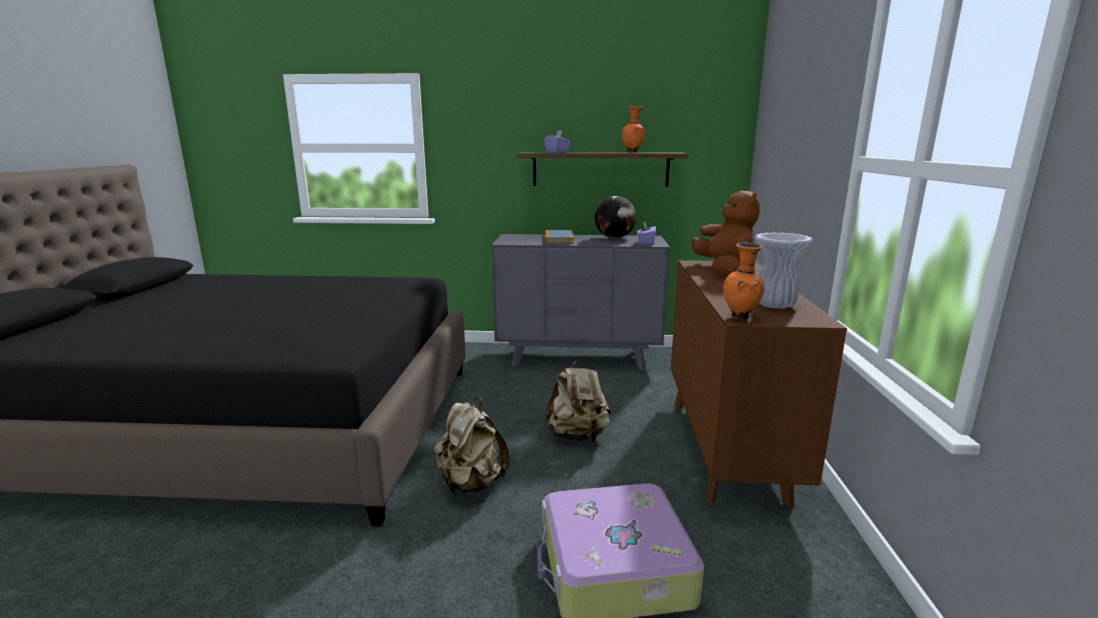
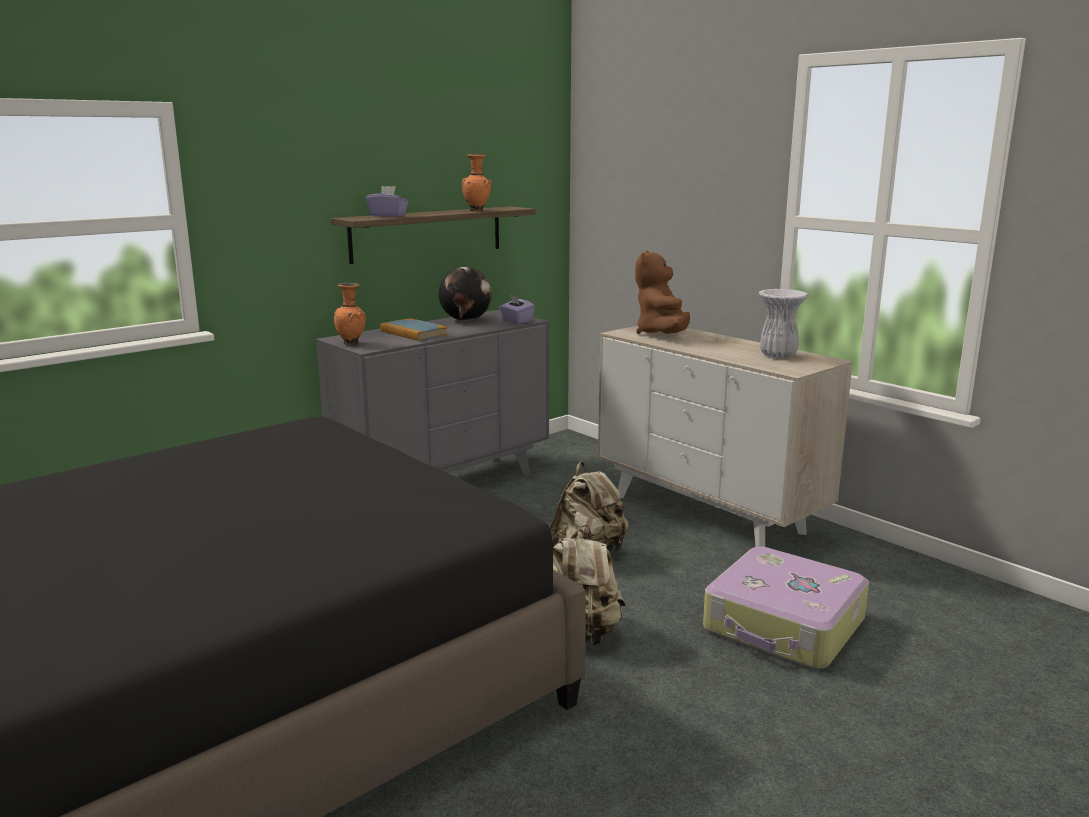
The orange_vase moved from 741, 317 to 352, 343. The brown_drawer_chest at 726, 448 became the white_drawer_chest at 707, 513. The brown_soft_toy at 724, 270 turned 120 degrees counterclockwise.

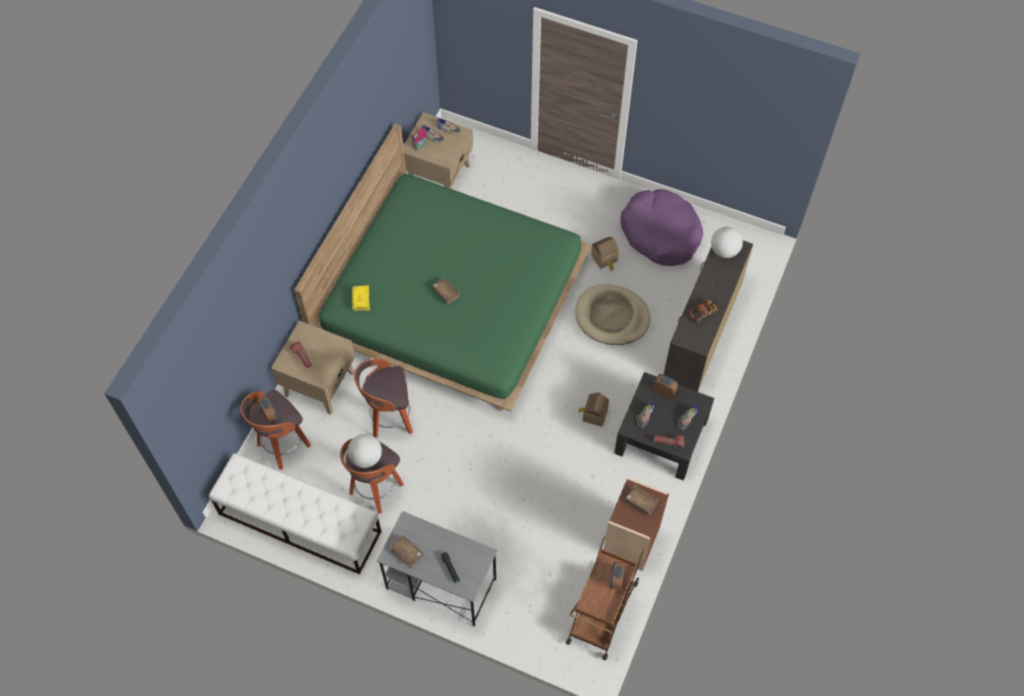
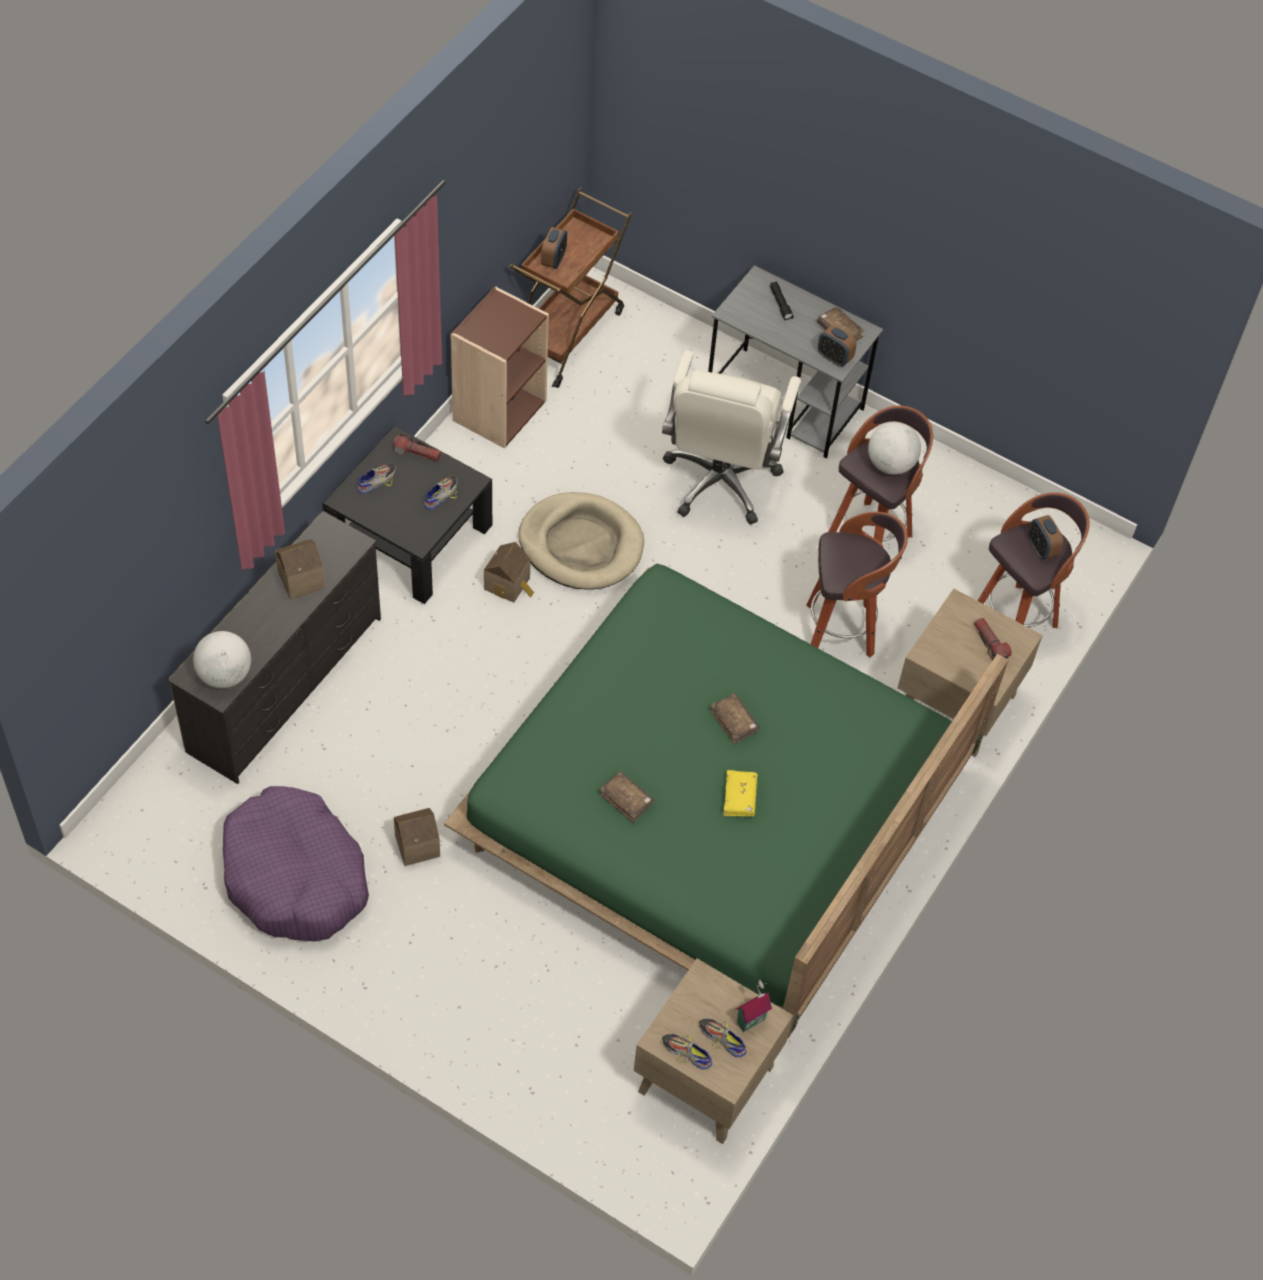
The white_indoor_bench at 299, 523 disappeared. The white_computer_chair at 720, 483 appeared. The yellowish_book moved from 361, 300 to 739, 797. The beige-coloured_pet_bed moved from 612, 317 to 581, 545. The brown_book moved from 641, 502 to 626, 800. The alarm_clock moved from 664, 391 to 834, 358. The model_truck at 705, 312 was replaced by the model_house at 300, 578.

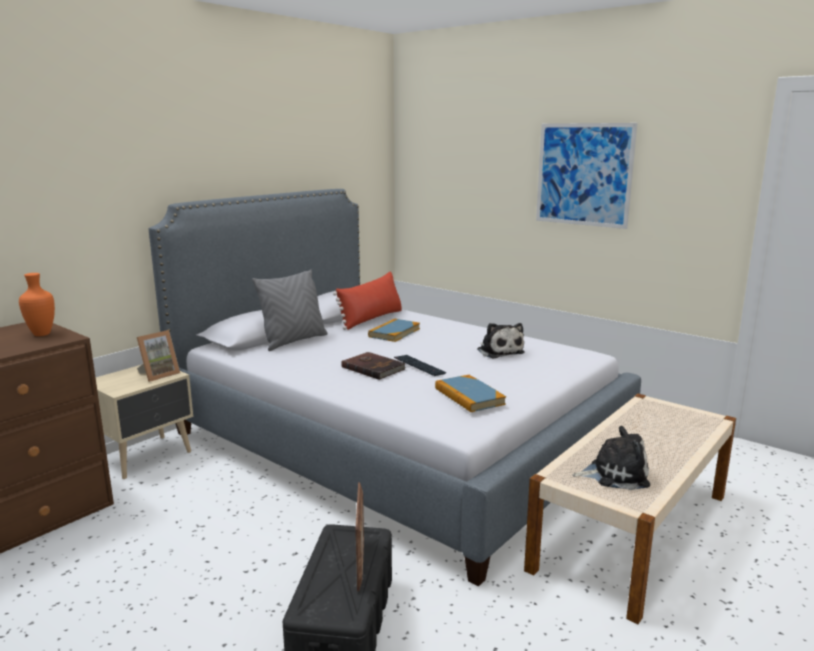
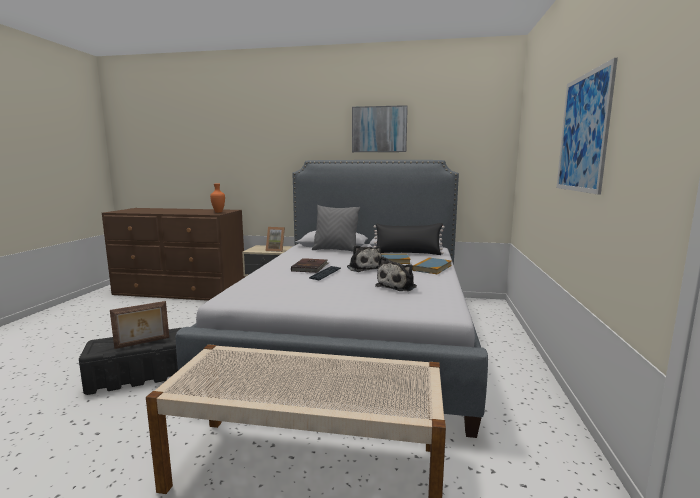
The picture at 379, 129 appeared. The book moved from 469, 396 to 432, 268. The soft_toy moved from 614, 474 to 363, 268. The red_pillow at 371, 319 became the black_pillow at 407, 253.

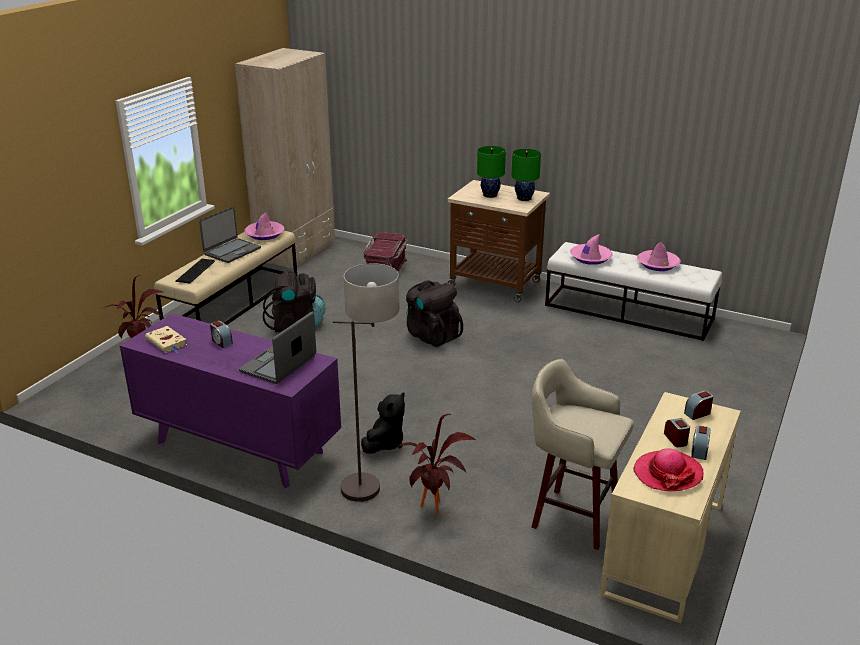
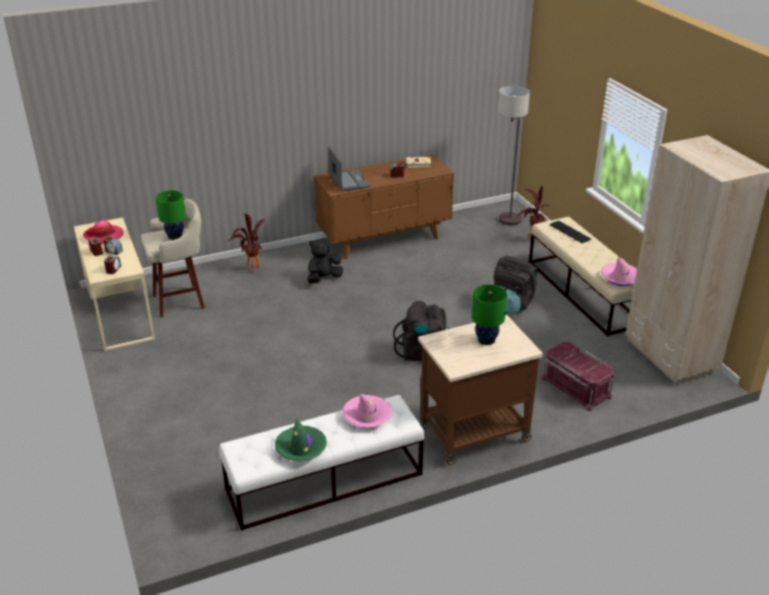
The laptop at 232, 251 disappeared. The grey_standard_lamp moved from 372, 489 to 505, 222. The greenish_table_lamp moved from 524, 198 to 175, 236. The purple-coloured_drawer_chest at 238, 448 became the brown_drawer_chest at 384, 238. The pink_wearable_hat at 658, 264 became the greenish_wearable_hat at 301, 448. The black_soft_toy at 385, 443 turned 75 degrees clockwise.

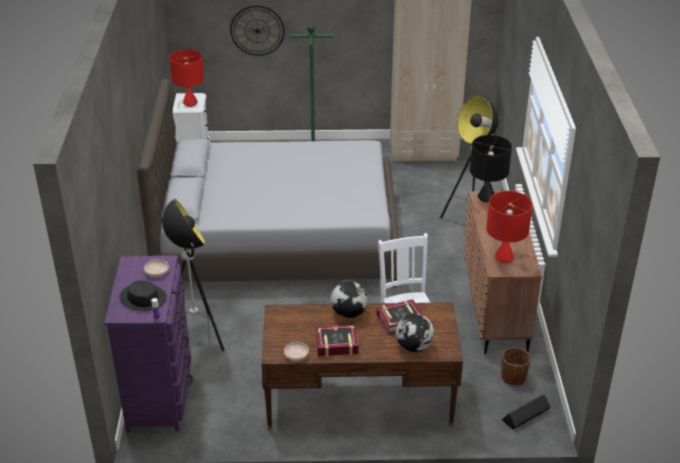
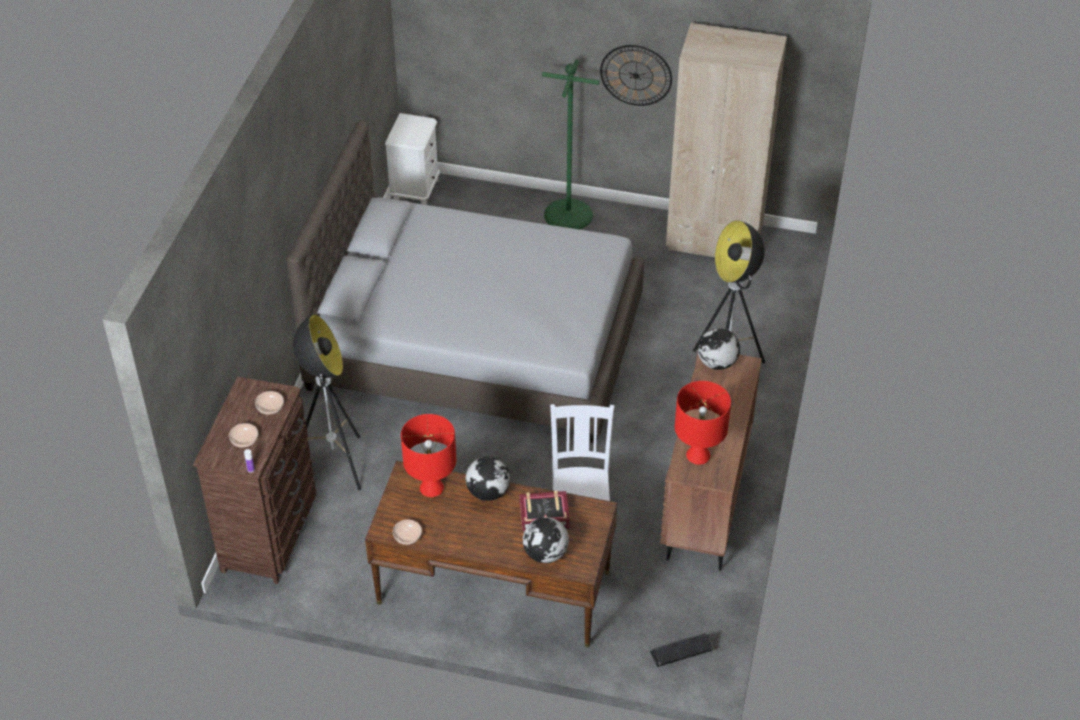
The book at 336, 344 disappeared. The brown_flower_pot at 513, 377 disappeared. The red_table_lamp moved from 190, 103 to 431, 489. The clock_on_the_wall moved from 257, 30 to 636, 75. The black_wearable_hat at 143, 298 was replaced by the bowl at 244, 439. The black_table_lamp at 486, 198 was replaced by the desk_globe at 716, 363. The purple-coloured_drawer_chest at 160, 396 became the brown_drawer_chest at 270, 535.

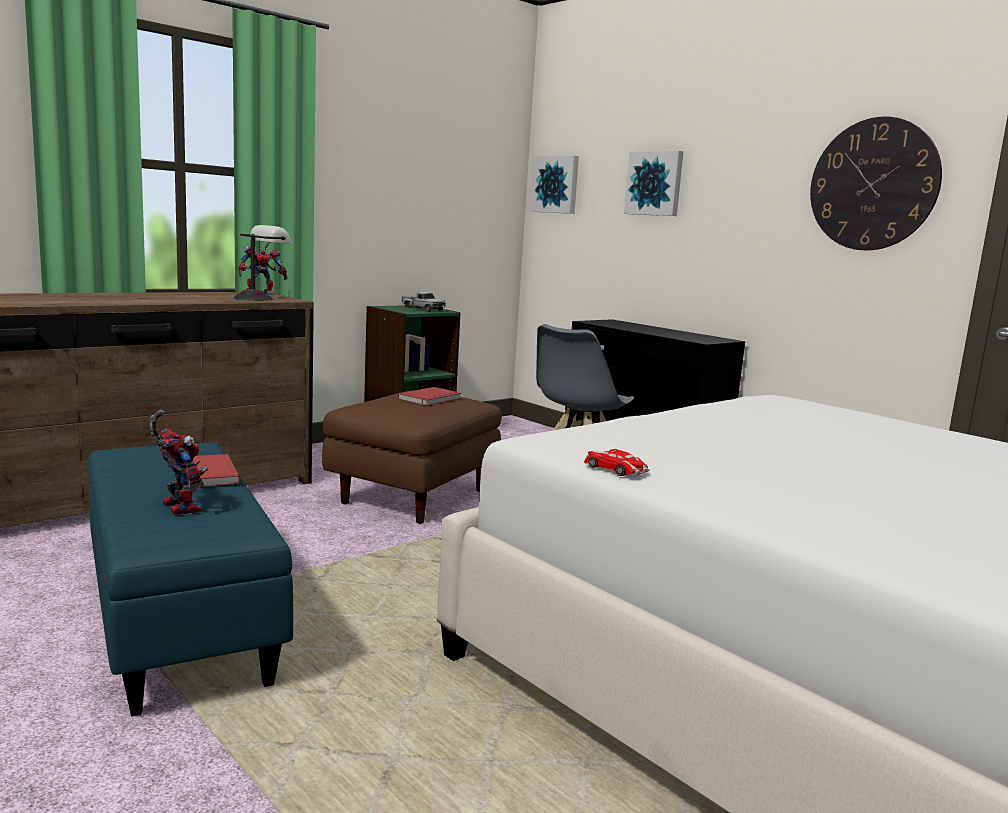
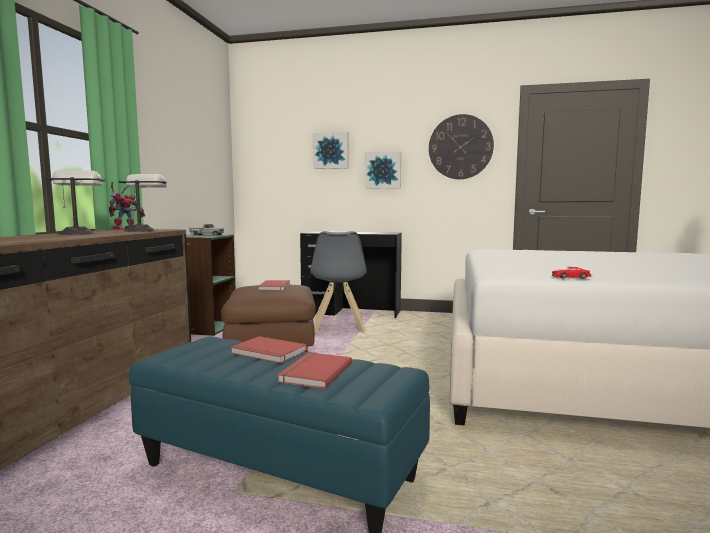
The table_lamp at 77, 233 appeared. The picture moved from 556, 184 to 383, 170. The toy_robot at 176, 507 was replaced by the red_book at 314, 372.

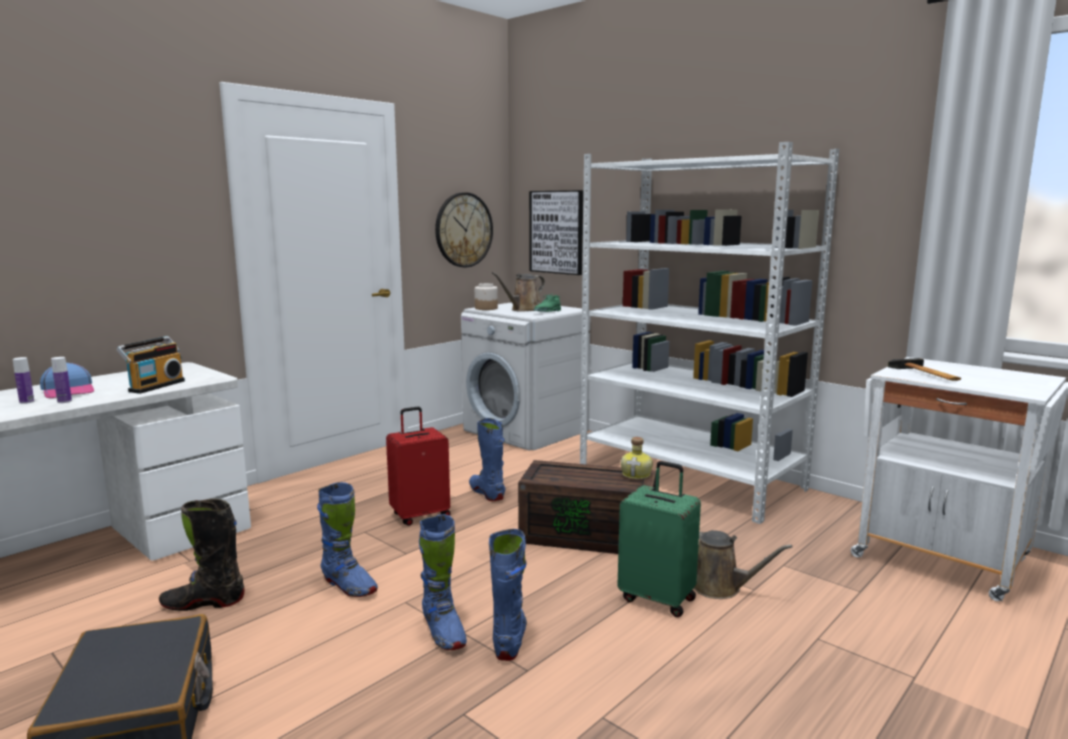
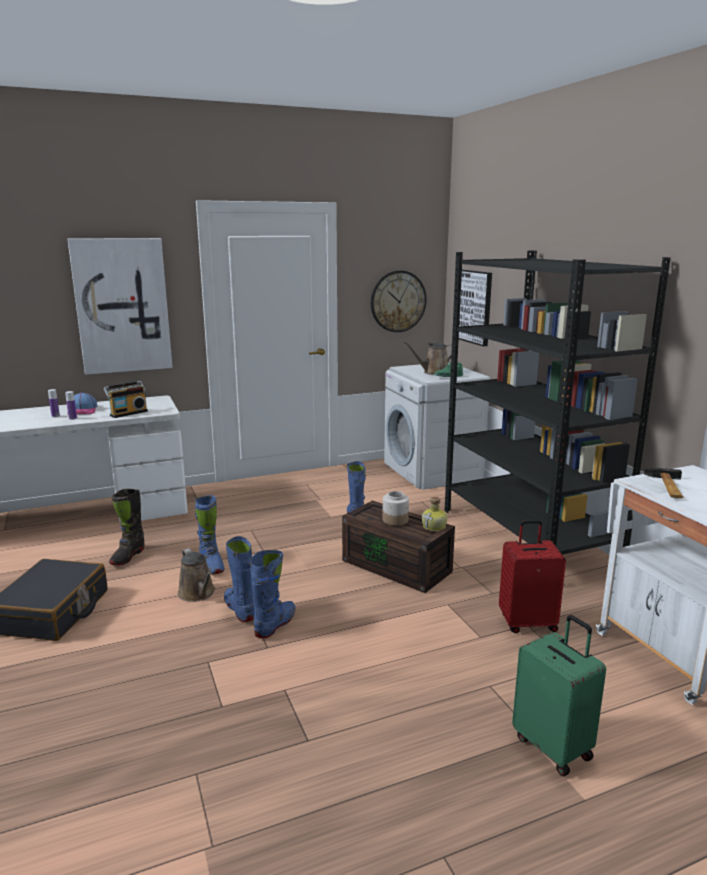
The picture at 122, 306 appeared. The red_travel_case moved from 420, 515 to 527, 622. The preserve_jar moved from 486, 308 to 395, 520. The greenish_travel_case moved from 658, 598 to 553, 746. The brown_watering_pot moved from 720, 587 to 198, 593. The white_bookshelf at 689, 478 became the black_bookshelf at 527, 537. The black_high-top_boot at 203, 603 turned 90 degrees counterclockwise. The blue-coloured_high-top_boot at 443, 632 turned 150 degrees clockwise.

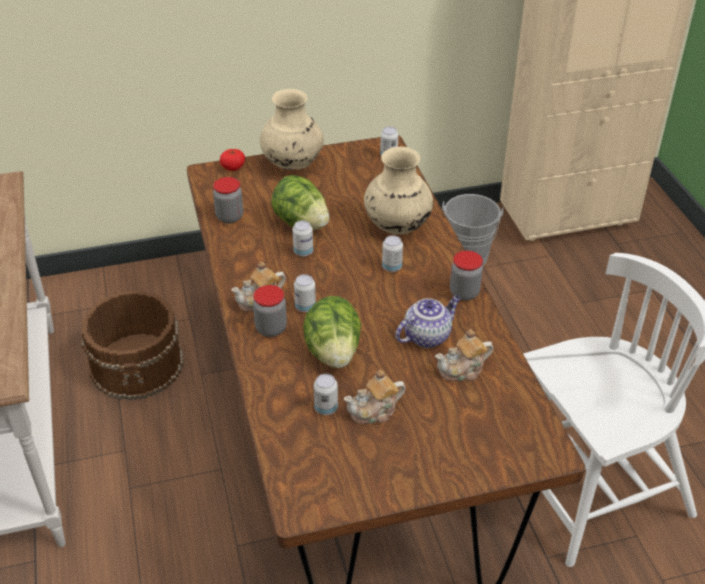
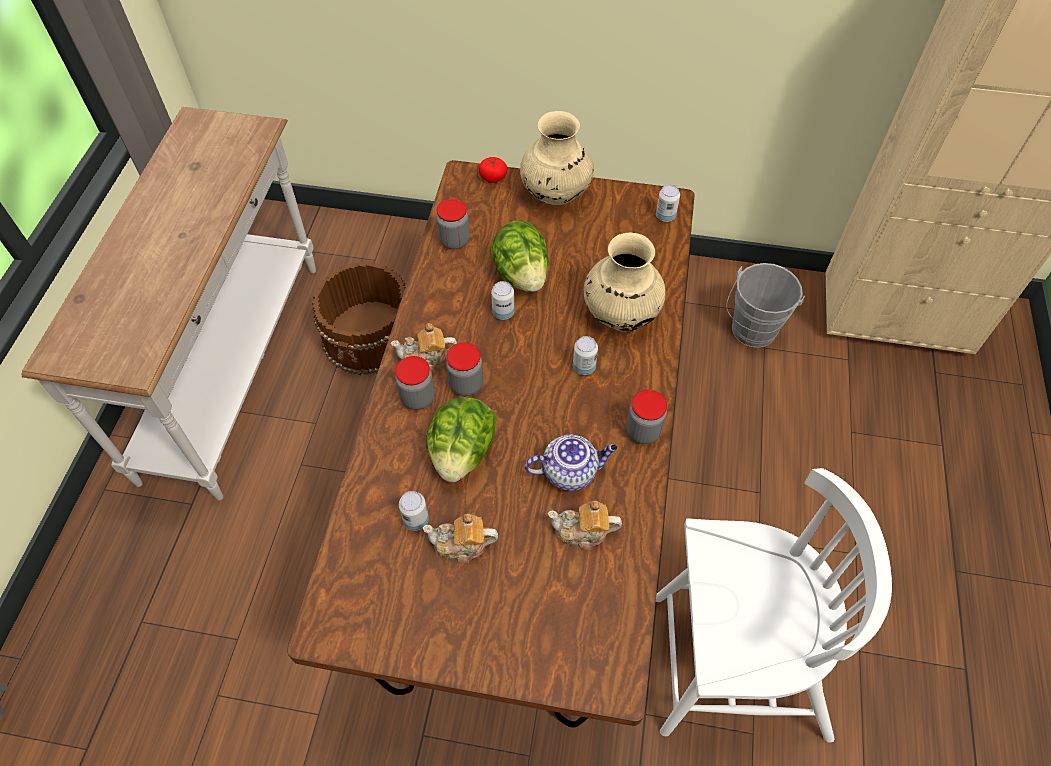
The sealed_can at 305, 307 was replaced by the preserve_jar at 466, 384.

